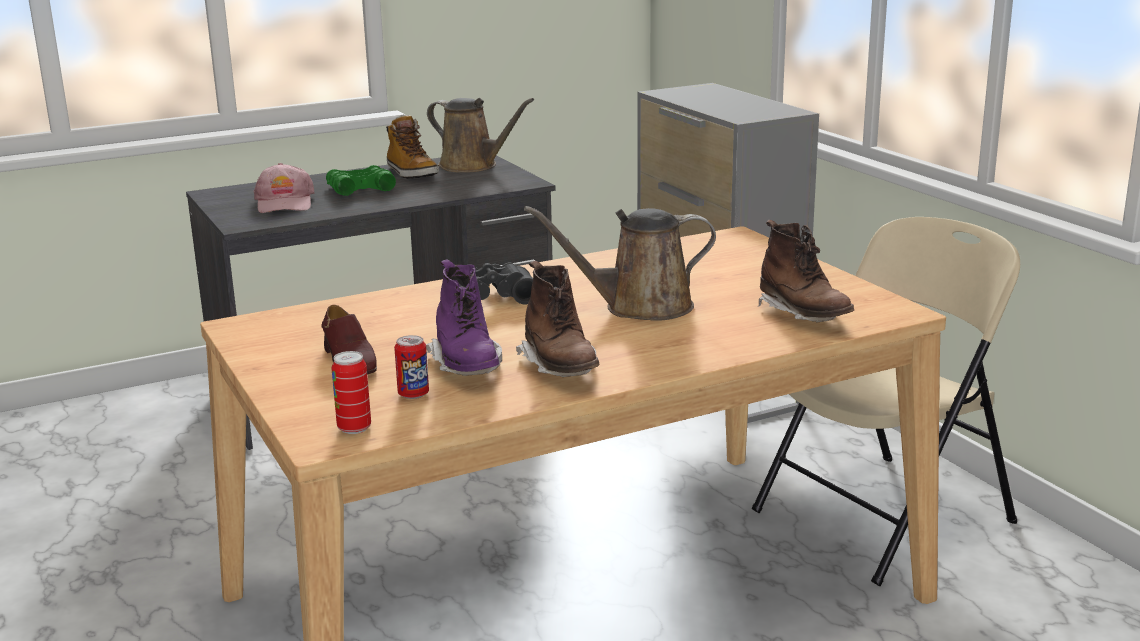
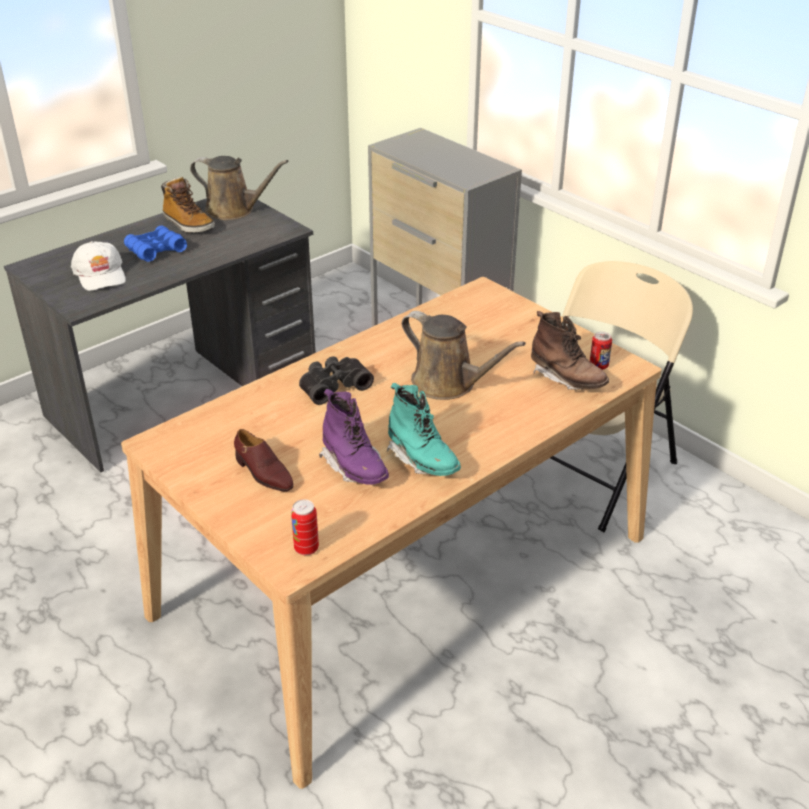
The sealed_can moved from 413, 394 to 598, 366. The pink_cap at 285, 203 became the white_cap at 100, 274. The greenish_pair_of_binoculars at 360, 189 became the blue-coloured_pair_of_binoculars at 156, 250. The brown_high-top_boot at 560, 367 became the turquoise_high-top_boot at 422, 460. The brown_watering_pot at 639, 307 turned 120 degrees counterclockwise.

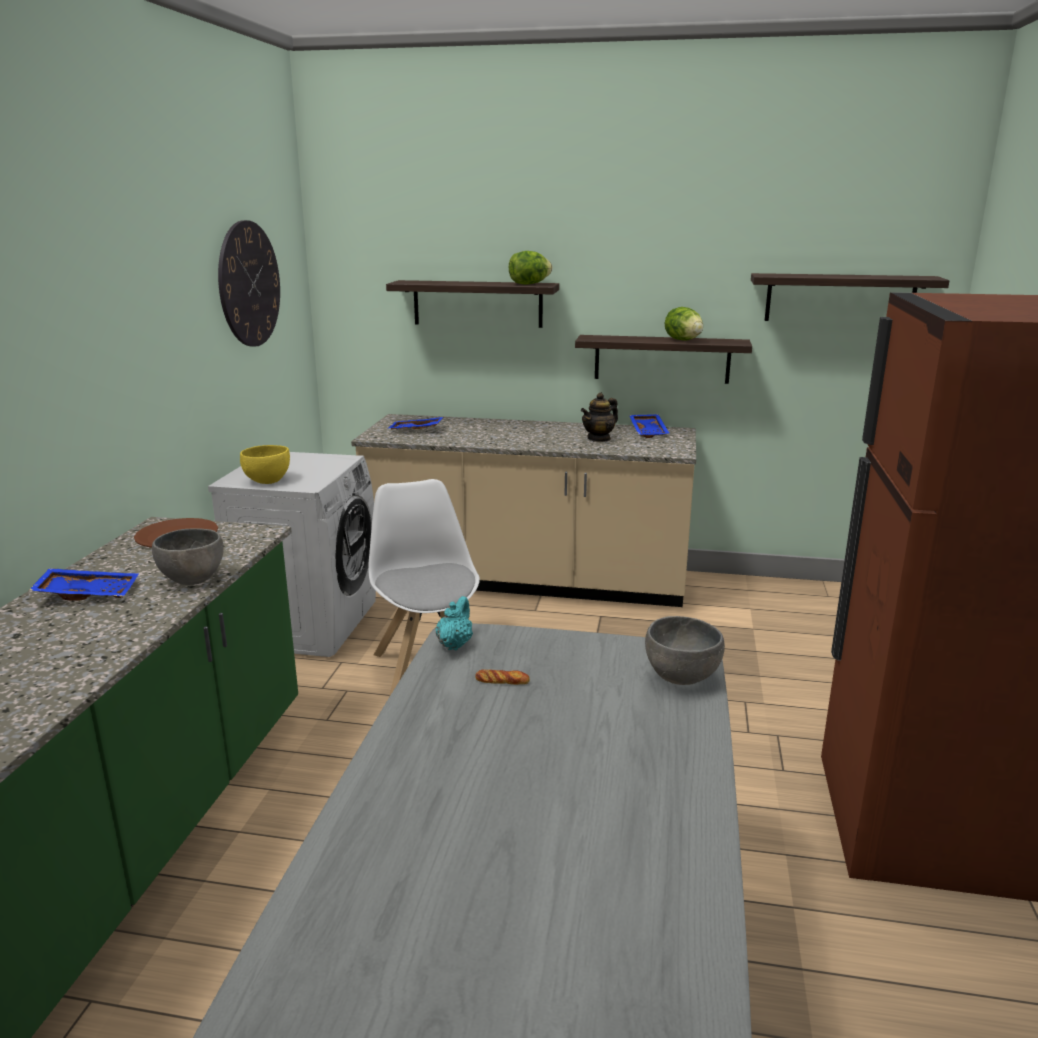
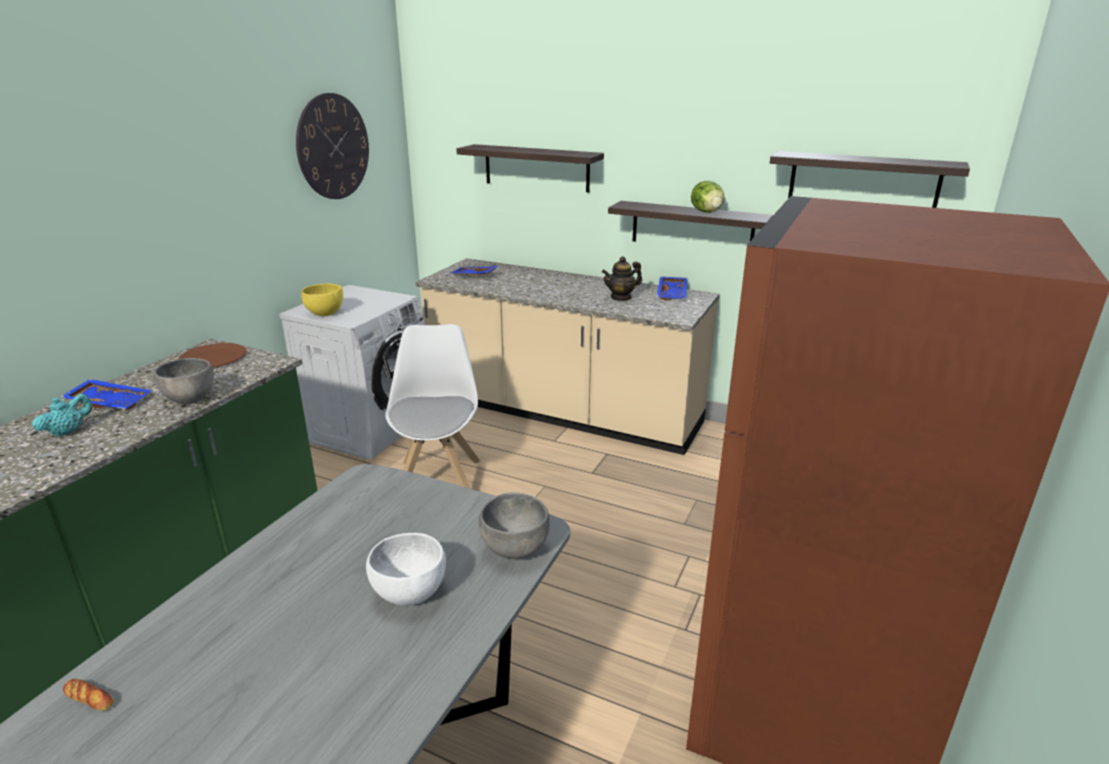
The lettuce_head at 529, 284 disappeared. The white_bowl at 411, 593 appeared. The turquoise_teapot moved from 454, 644 to 68, 431. The baked_bread moved from 502, 681 to 89, 698.

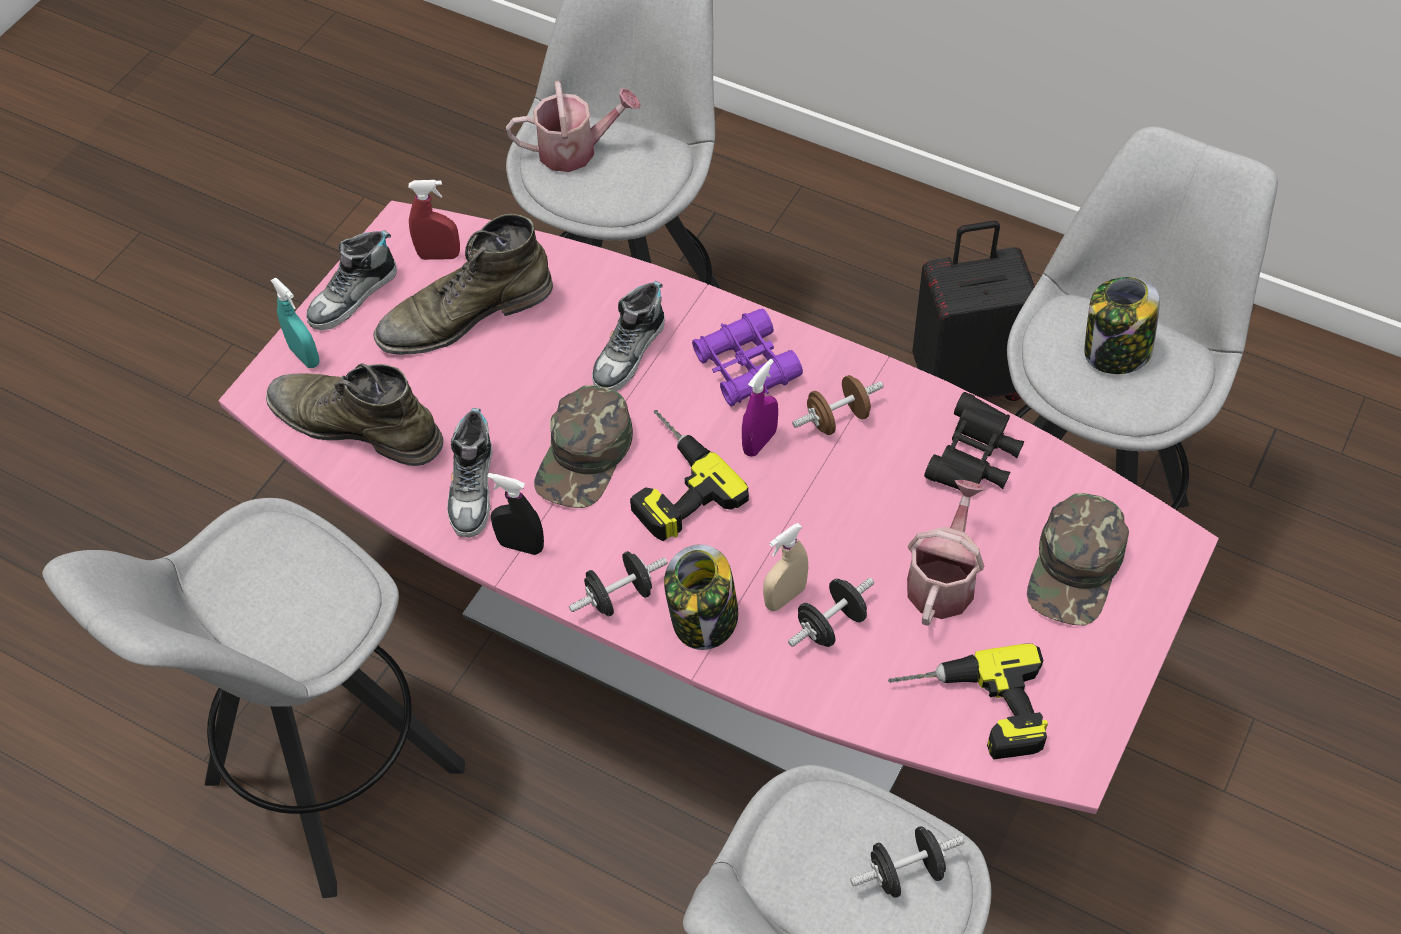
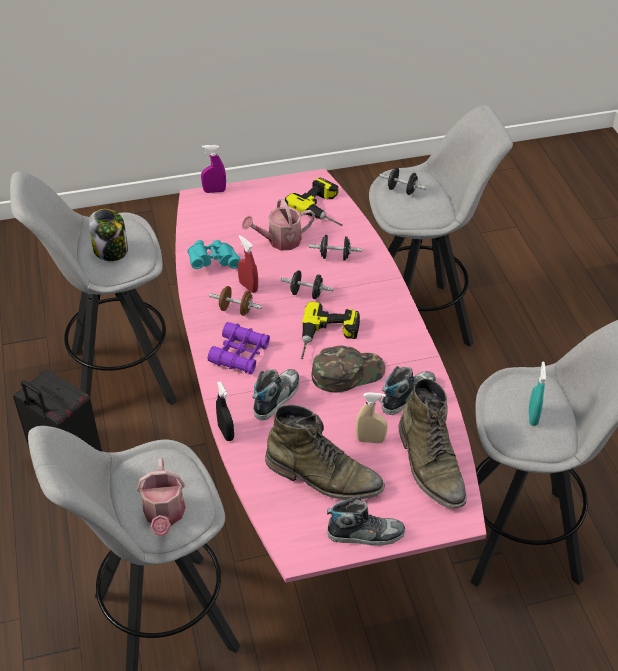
The preserve_jar at 704, 619 disappeared. The greenish_cap at 1076, 568 disappeared. The turquoise_sprayer moved from 305, 356 to 533, 416. The red_sprayer moved from 439, 255 to 248, 287. The black_sprayer moved from 521, 546 to 226, 432. The black_dumbbell moved from 619, 596 to 306, 294. The purple-coloured_sprayer moved from 759, 442 to 214, 191. The beige-coloured_sprayer moved from 785, 597 to 370, 440. The black_pair_of_binoculars at 973, 460 became the turquoise_pair_of_binoculars at 213, 262. The watering_pot at 576, 150 turned 135 degrees counterclockwise. The shoe at 629, 353 turned 45 degrees counterclockwise.

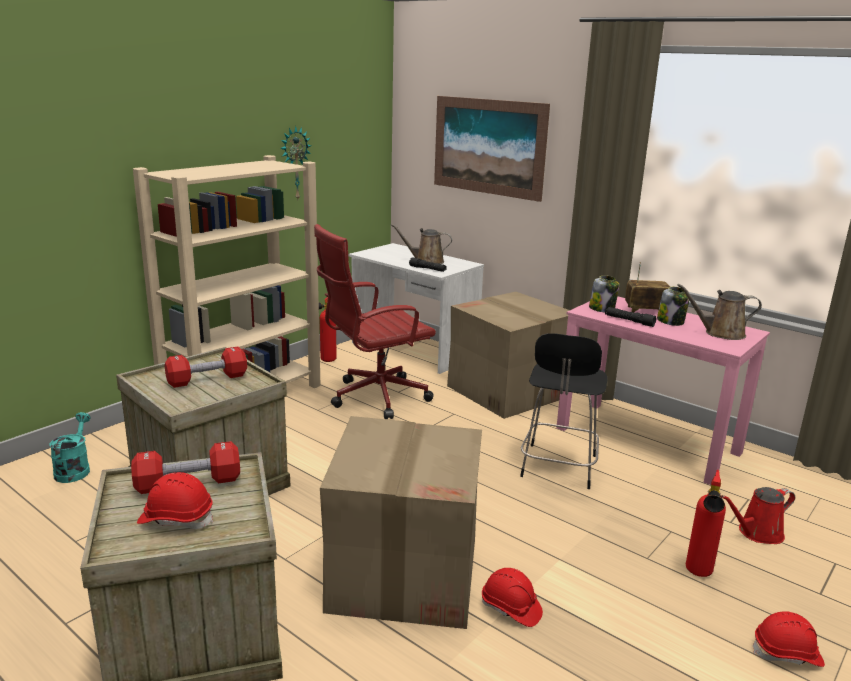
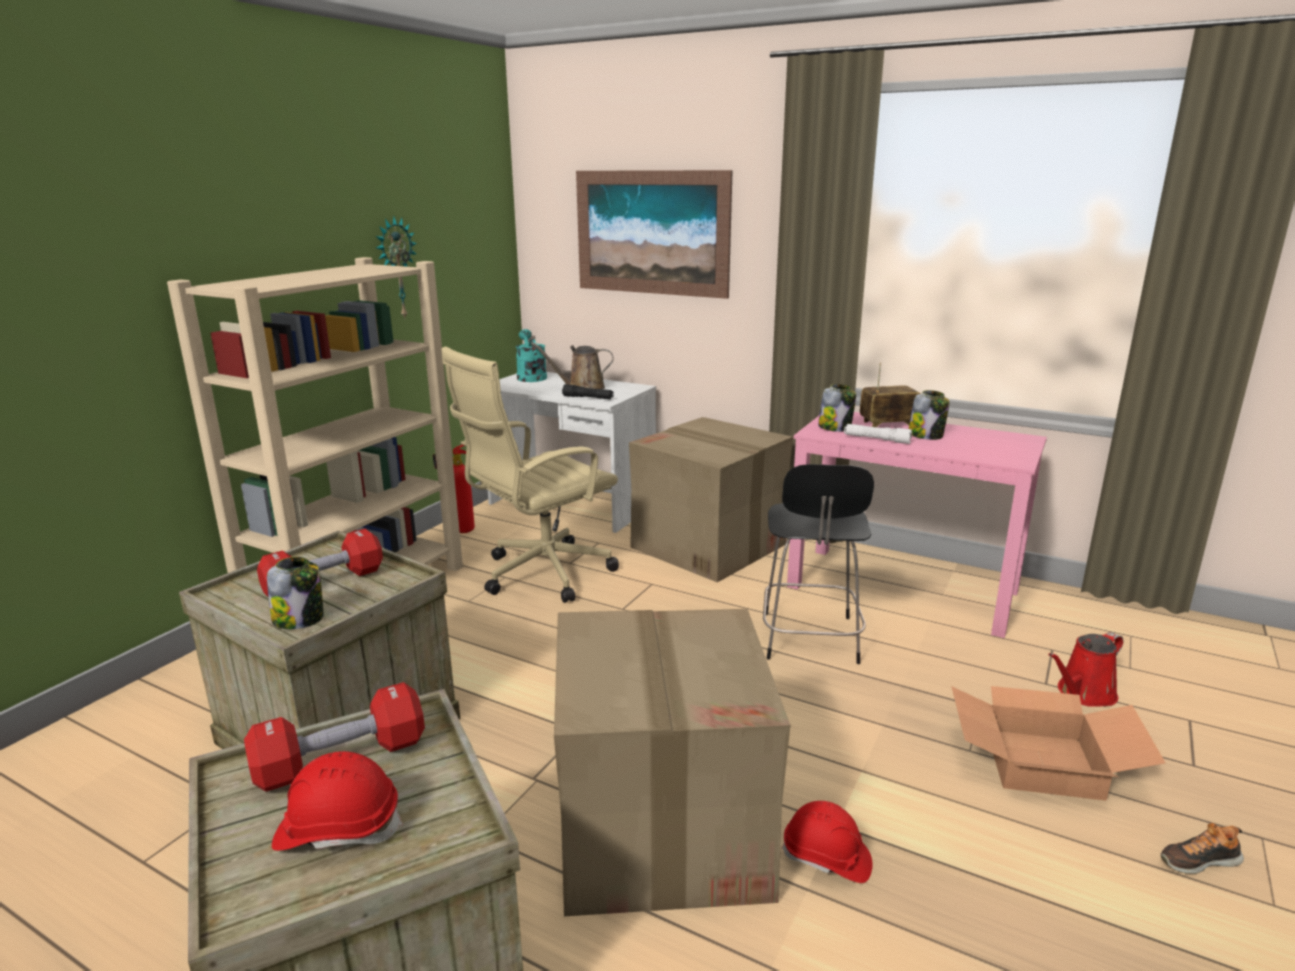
The brown_watering_pot at 720, 333 disappeared. The preserve_jar at 300, 619 appeared. The turquoise_watering_pot moved from 74, 469 to 530, 376. The fire_extinguisher at 698, 575 was replaced by the carton at 1041, 764. The red_safety_helmet at 787, 654 was replaced by the shoe at 1198, 860. The red_computer_chair at 375, 398 became the beige-coloured_computer_chair at 541, 575. The black_torch at 629, 321 became the white_torch at 876, 439.

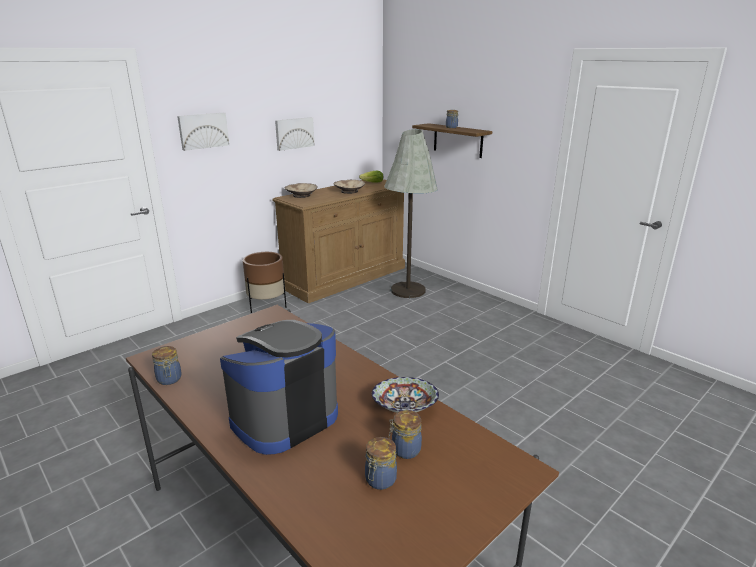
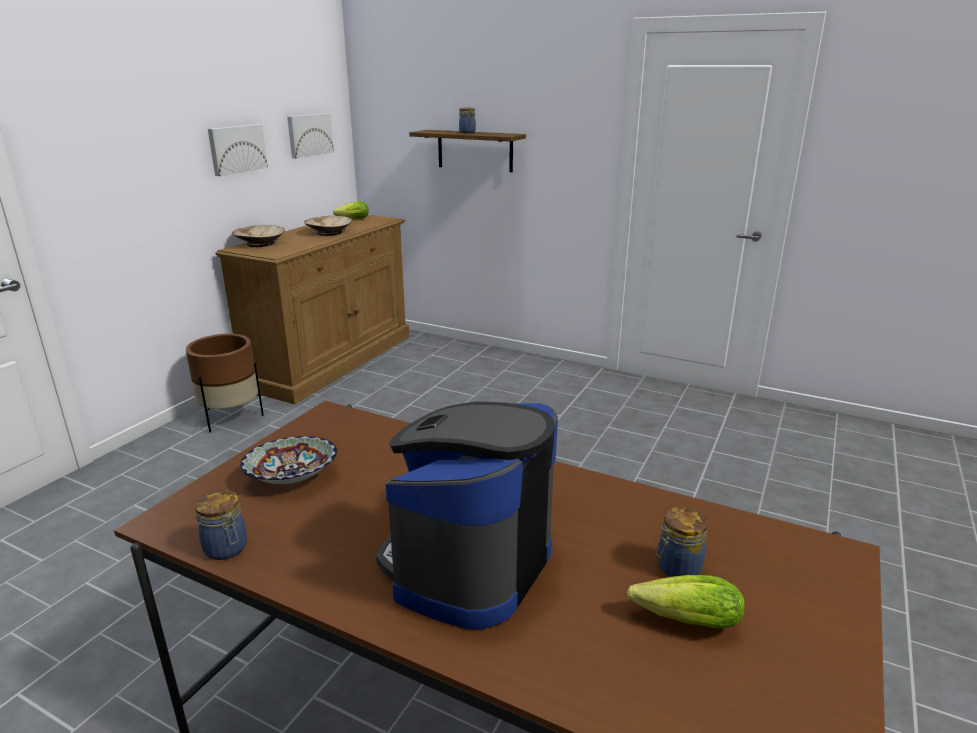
The grey_standard_lamp at 408, 290 disappeared. The picture moved from 203, 131 to 309, 135. The bowl moved from 404, 408 to 292, 478. The preserve_jar at 380, 480 was replaced by the lettuce_head at 680, 620.

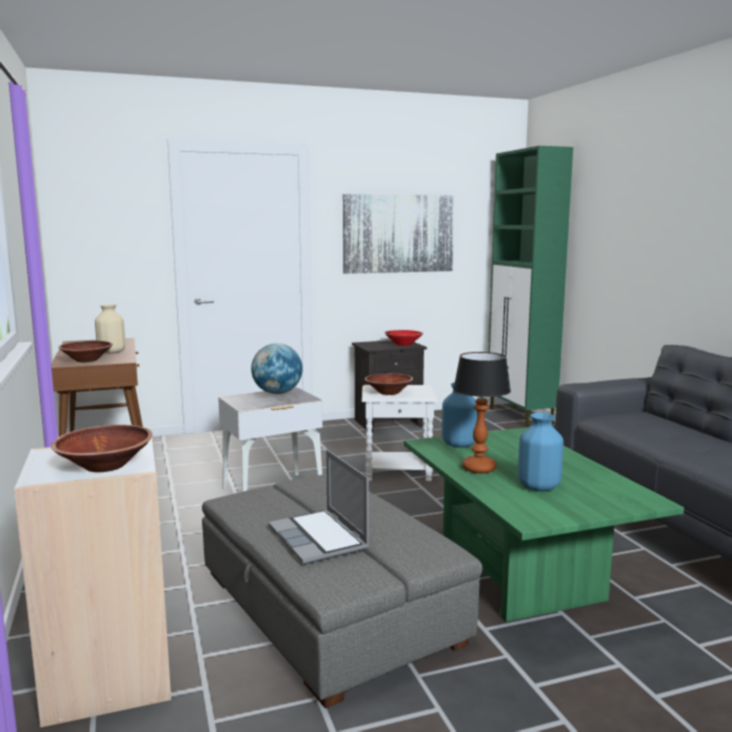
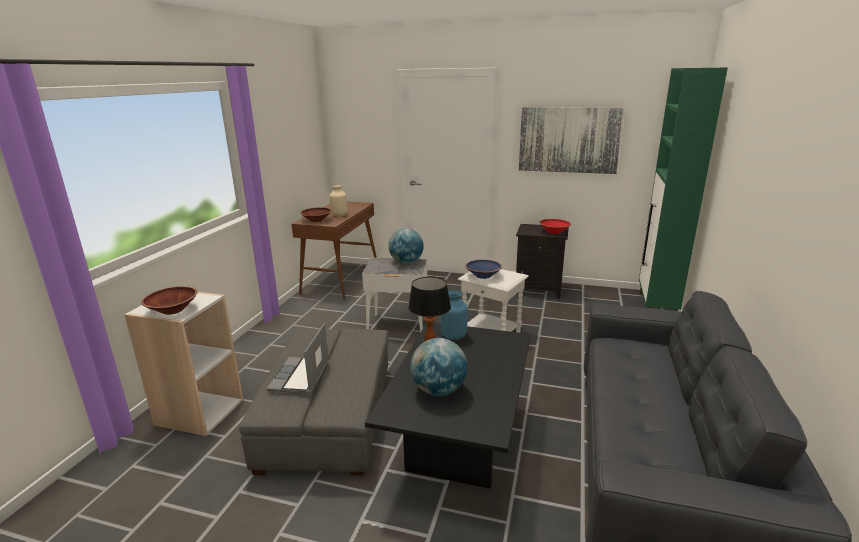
The blue-coloured_vase at 538, 487 was replaced by the desk_globe at 439, 390. The brown_bowl at 388, 393 became the blue-coloured_bowl at 483, 276. The greenish_coffee_table at 520, 576 became the black_coffee_table at 458, 443.

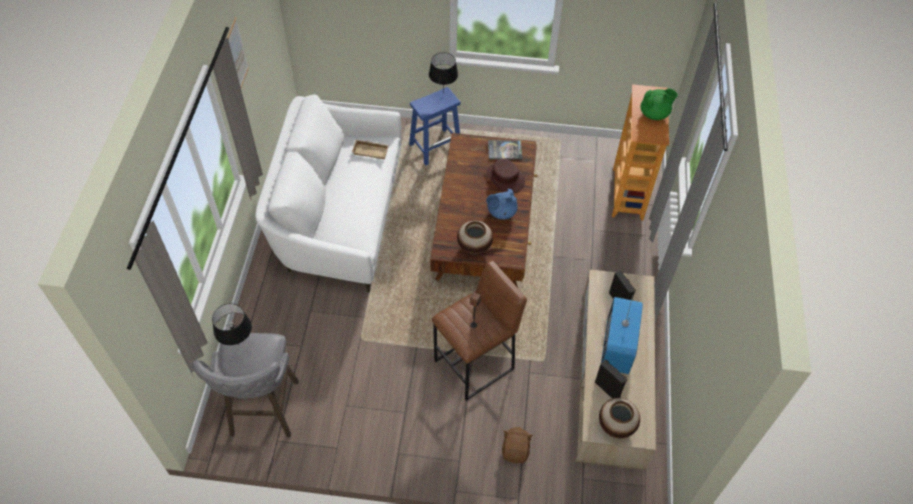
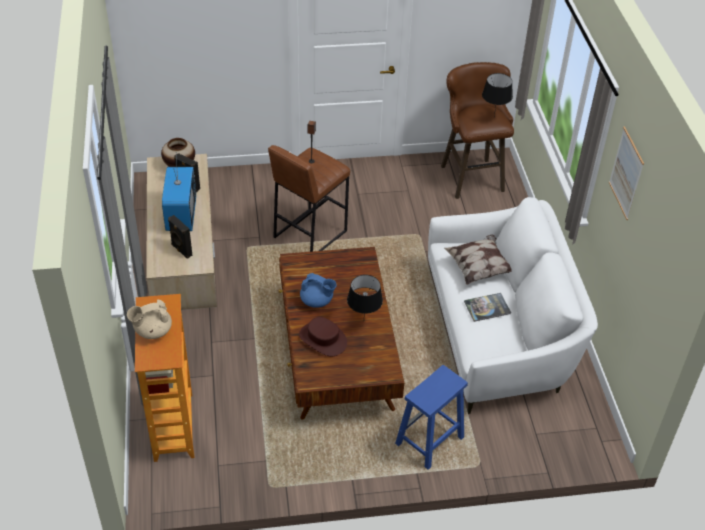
The beige-coloured_carrying_tray at 371, 151 disappeared. The vase at 474, 247 disappeared. The brown_soft_toy at 515, 450 disappeared. The pillow at 478, 268 appeared. The black_table_lamp moved from 443, 93 to 364, 322. The book moved from 505, 150 to 487, 307. The grey_stool at 264, 411 became the brown_stool at 471, 176. The greenish_teapot at 654, 114 became the beige-coloured_teapot at 152, 331. The blue-coloured_teapot at 501, 212 turned 60 degrees clockwise.

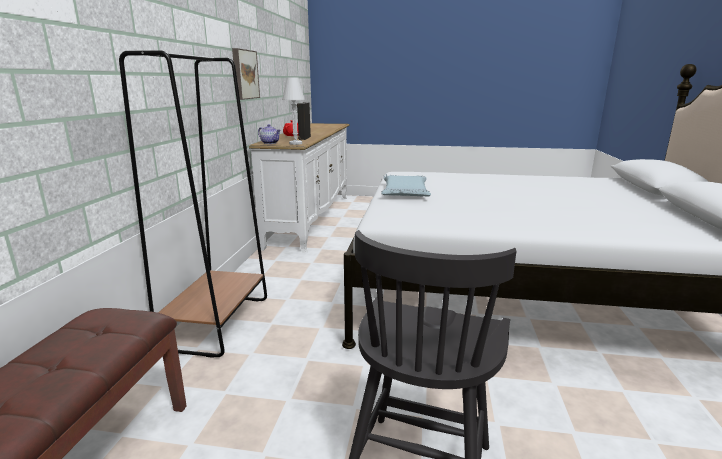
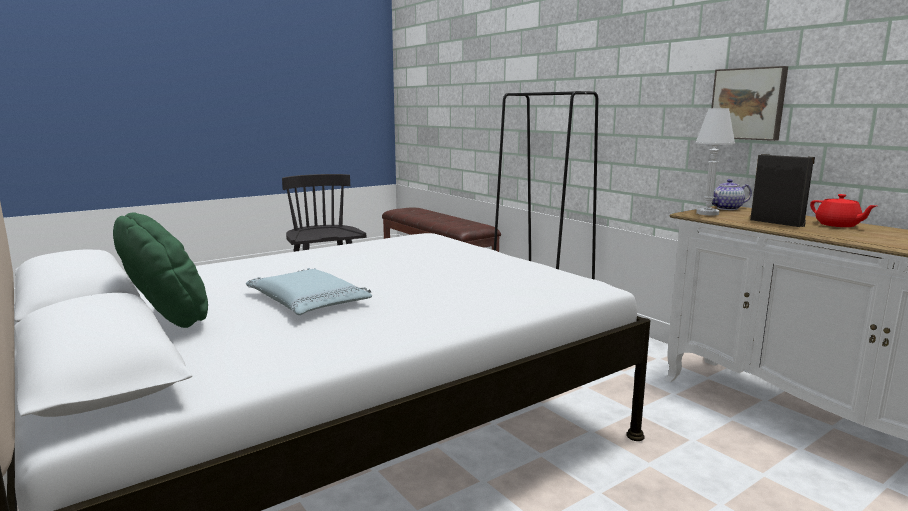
The greenish_pillow at 167, 324 appeared. The blue-coloured_pillow moved from 405, 191 to 307, 299.

